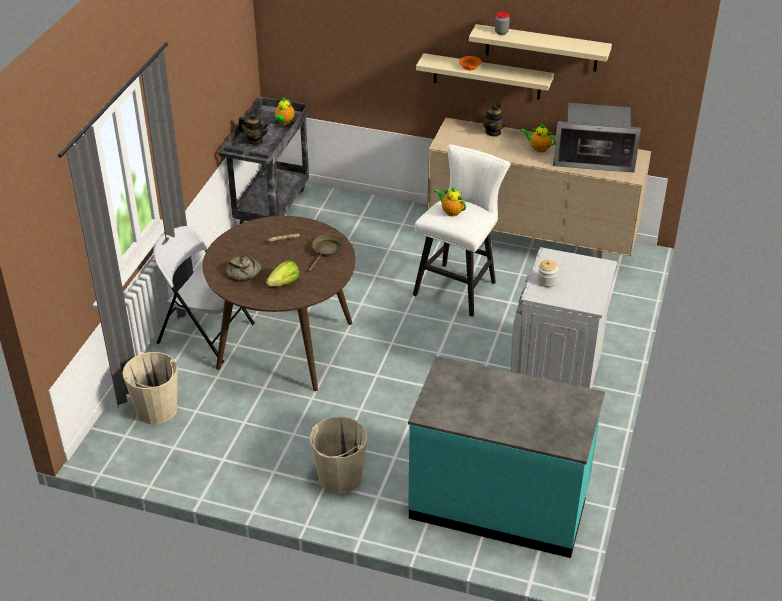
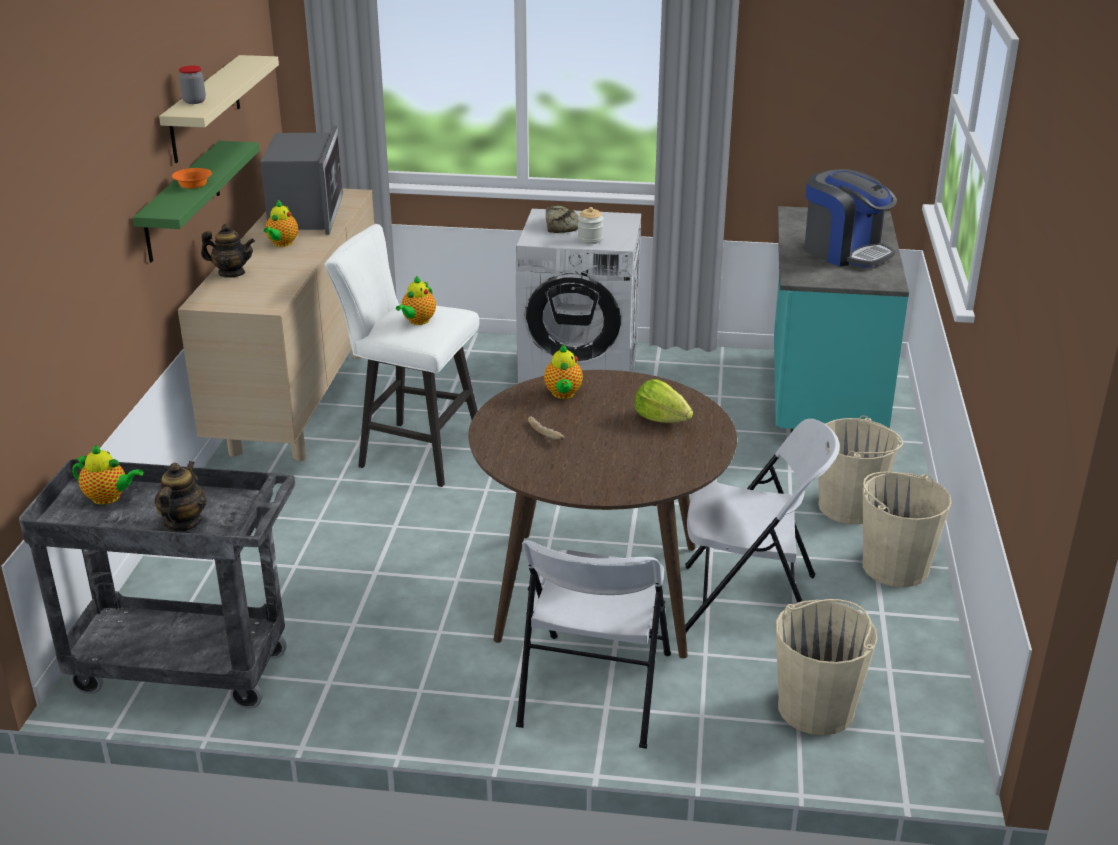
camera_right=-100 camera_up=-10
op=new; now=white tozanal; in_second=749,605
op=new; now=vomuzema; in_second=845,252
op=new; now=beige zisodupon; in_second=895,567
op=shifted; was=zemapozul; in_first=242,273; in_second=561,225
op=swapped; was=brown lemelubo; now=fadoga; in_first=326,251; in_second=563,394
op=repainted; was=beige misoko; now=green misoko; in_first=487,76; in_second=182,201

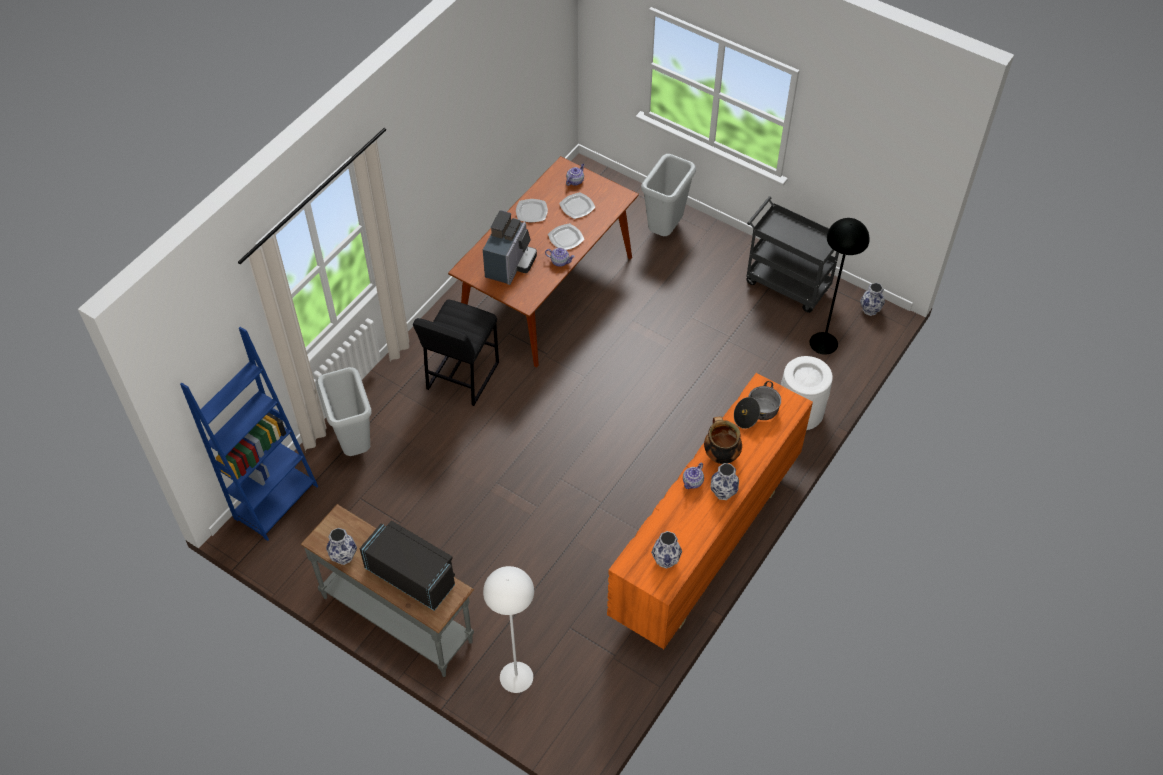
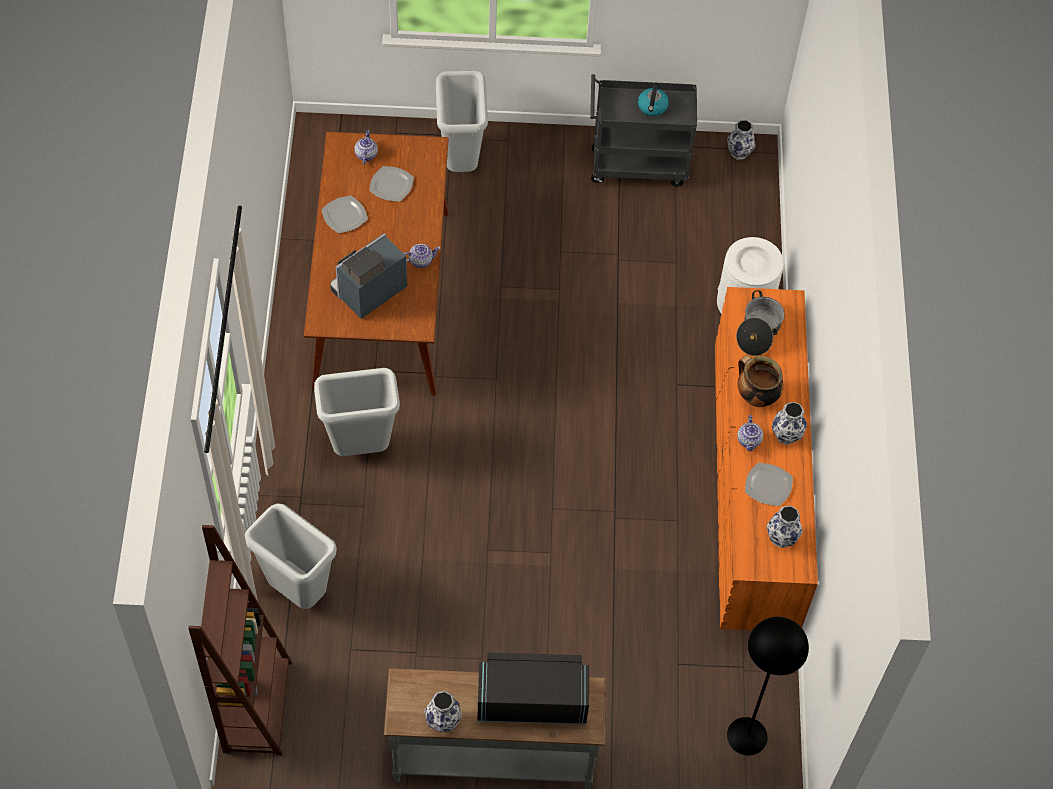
camera_right=-35 camera_up=5
op=gone; was=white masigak; in_first=516,677
op=new; now=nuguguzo; in_second=652,107
op=shifted; was=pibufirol; in_first=566,238; in_second=768,486
op=shifted; was=black masigak; in_first=823,343; in_second=747,736
op=swapped; was=black tozanal; now=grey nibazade; in_first=462,377; in_second=360,449
op=repainted; was=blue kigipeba; now=brown kigipeba; in_first=275,502; in_second=257,707
op=rotated; was=vomuzema; in_first=510,265; in_second=368,291; clockwise=-120

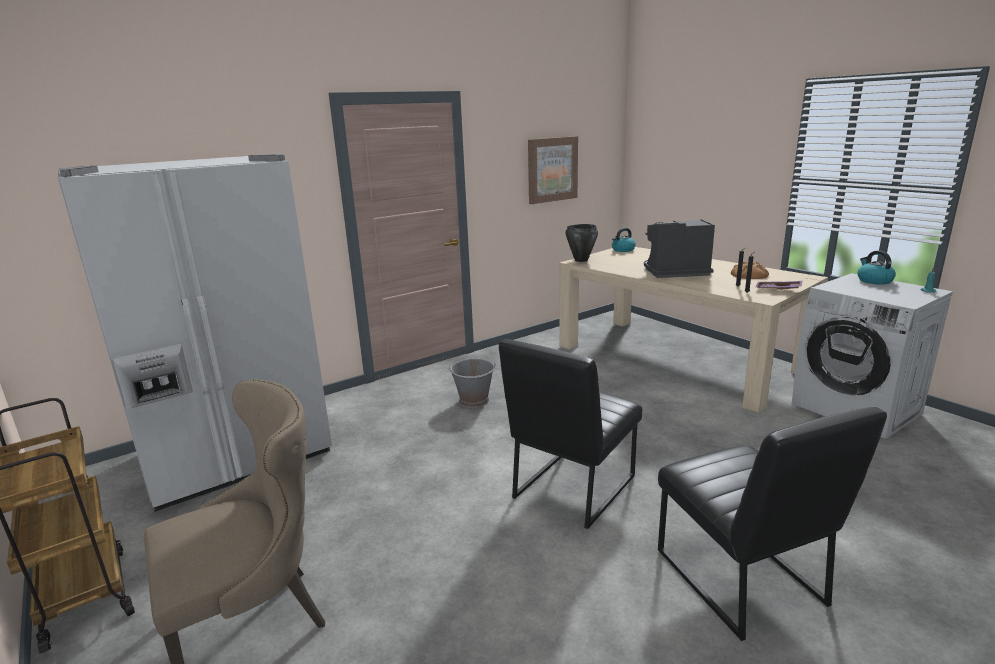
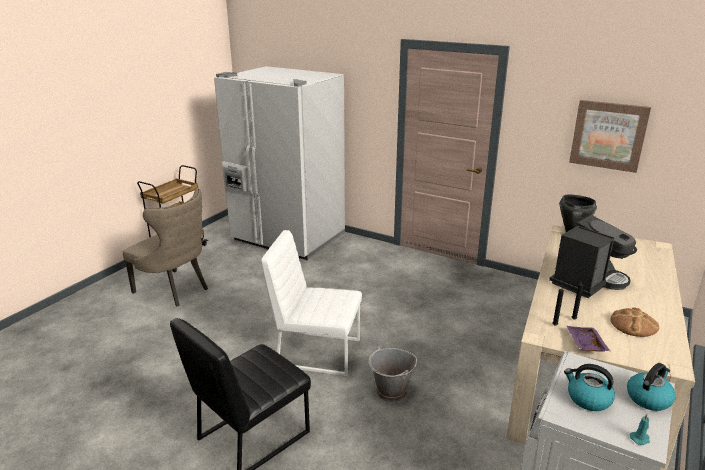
camera_right=65 camera_up=5
op=shifted; was=grey zisodupon; in_first=474,401; in_second=391,391
op=shifted; was=nuguguzo; in_first=623,250; in_second=588,399
op=repainted; was=black tozanal; now=white tozanal; in_first=571,488; in_second=316,351
op=rotated; was=vomuzema; in_first=674,272; in_second=587,281; clockwise=75

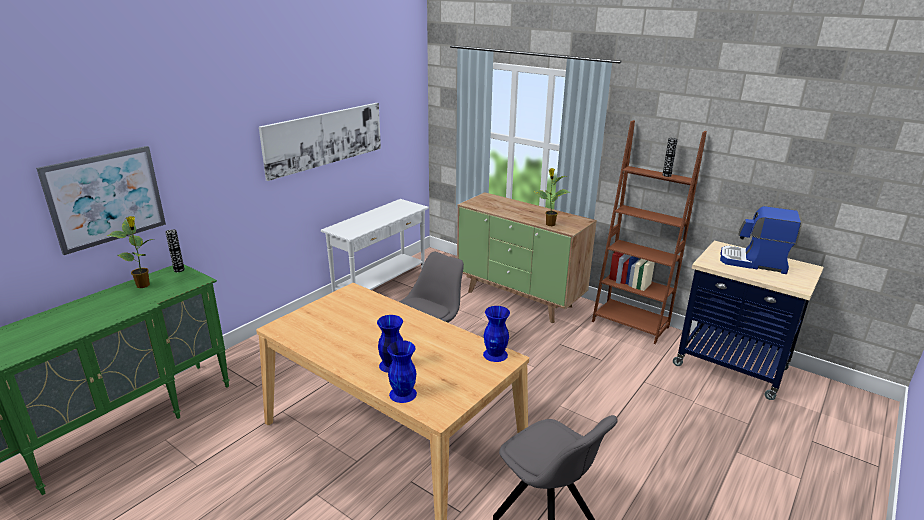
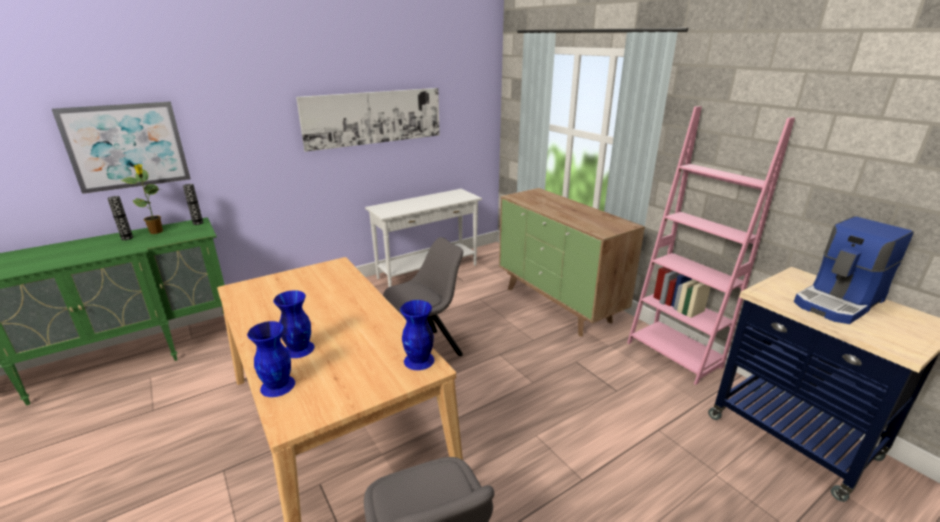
camera_right=20 camera_up=0
op=gone; was=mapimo; in_first=549,224
op=shifted; was=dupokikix; in_first=666,175; in_second=127,238
op=repainted; was=brown kigipeba; now=pink kigipeba; in_first=630,324; in_second=674,354
op=rotated; was=vomuzema; in_first=753,262; in_second=839,302; clockwise=-75

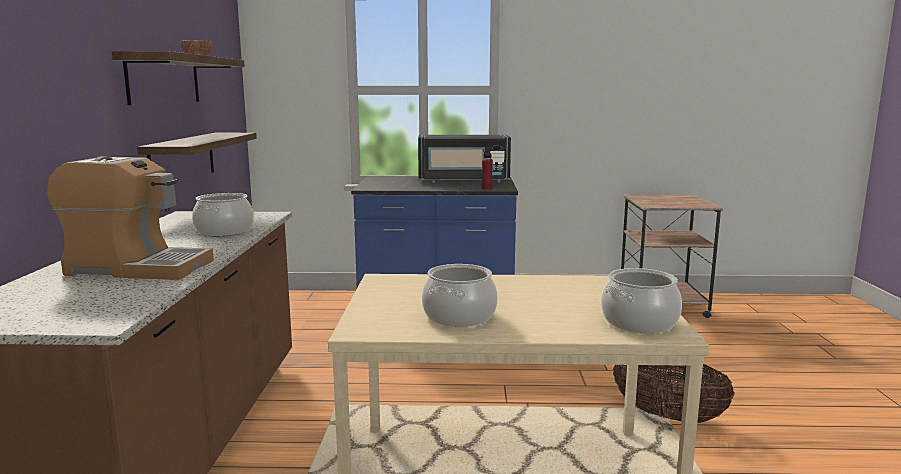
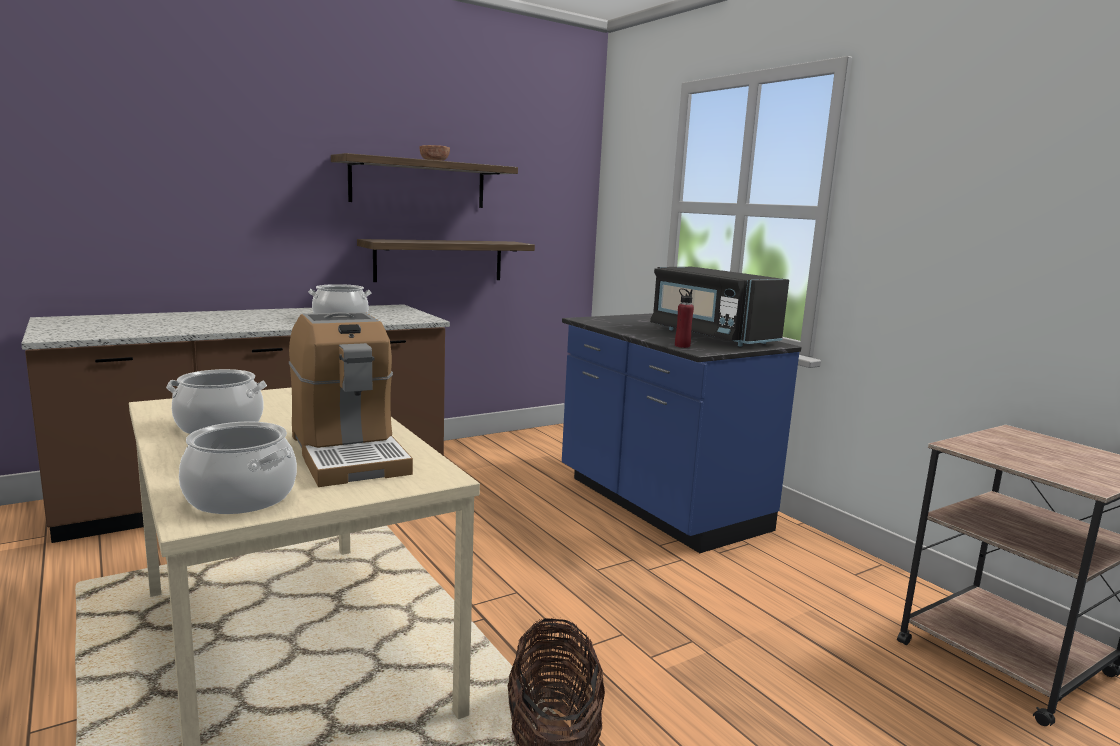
camera_right=55 camera_up=0
op=shifted; was=vomuzema; in_first=138,268; in_second=348,453

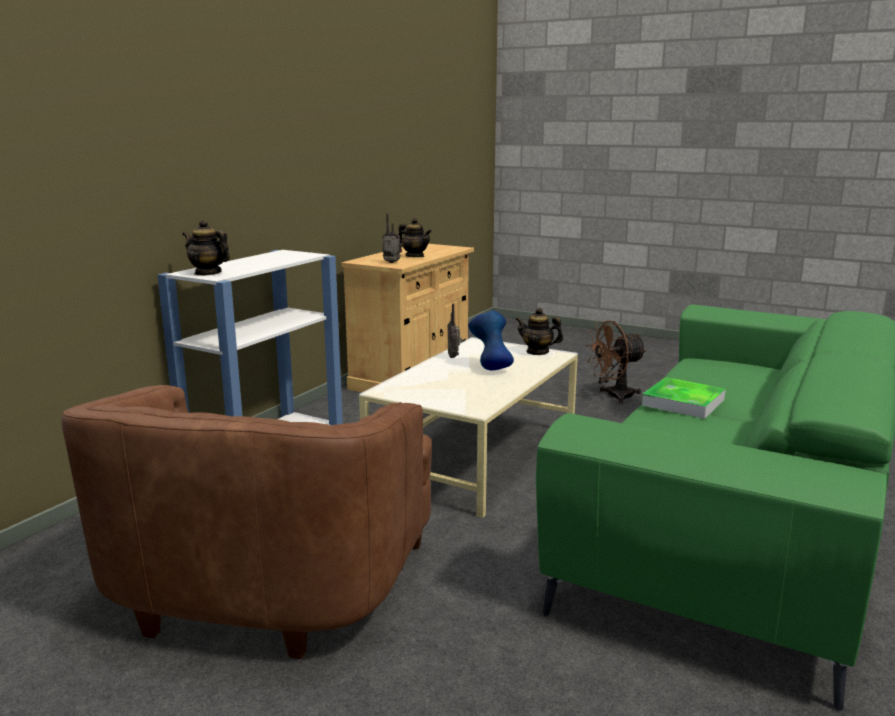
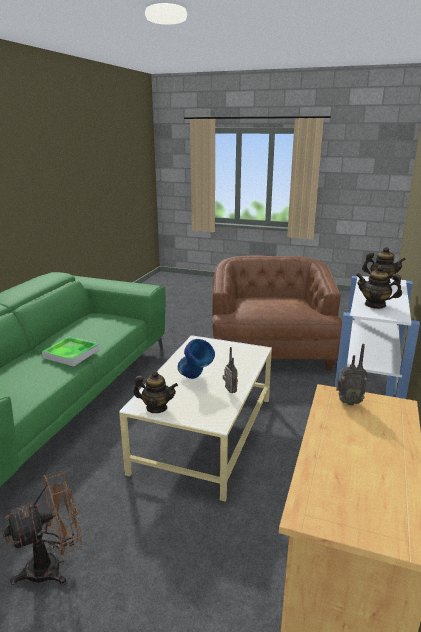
camera_right=170 camera_up=5
op=shifted; was=fadoga; in_first=415,256; in_second=375,305

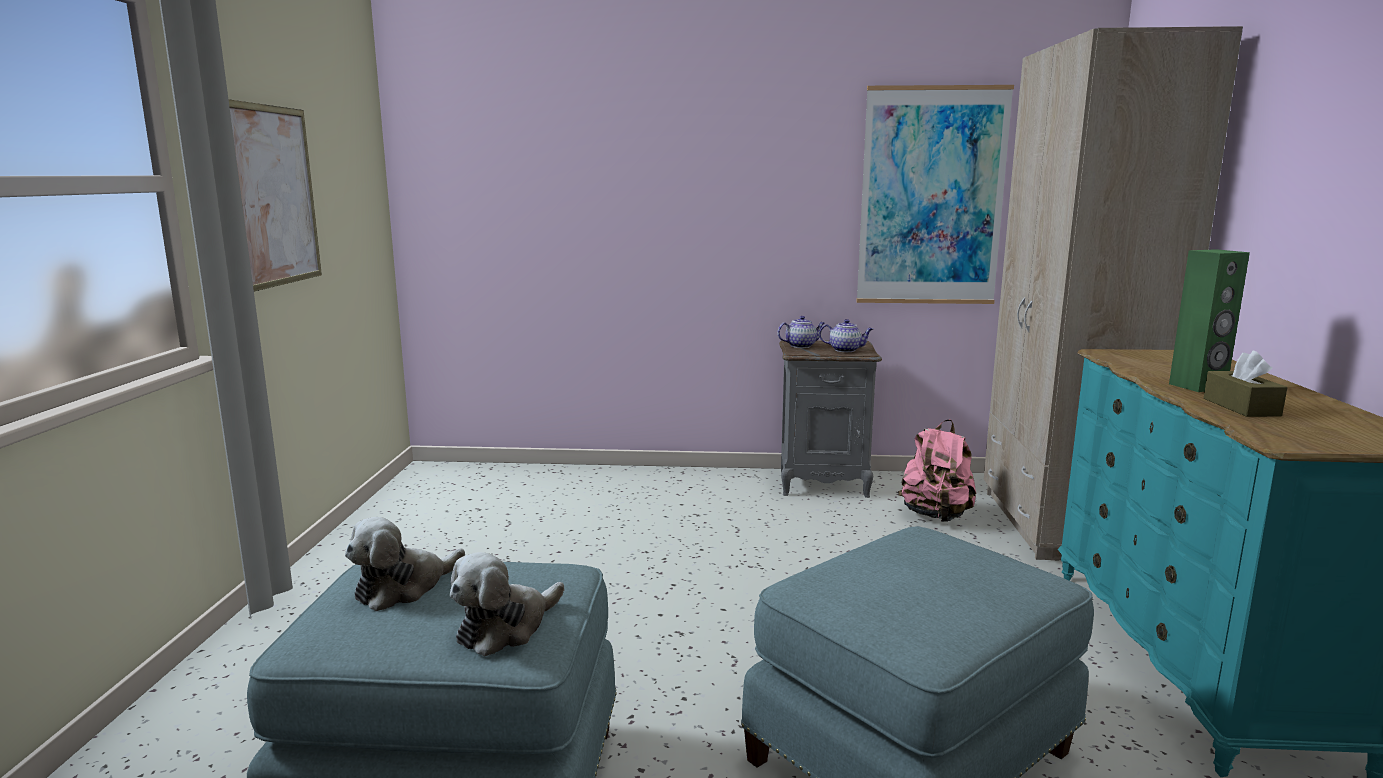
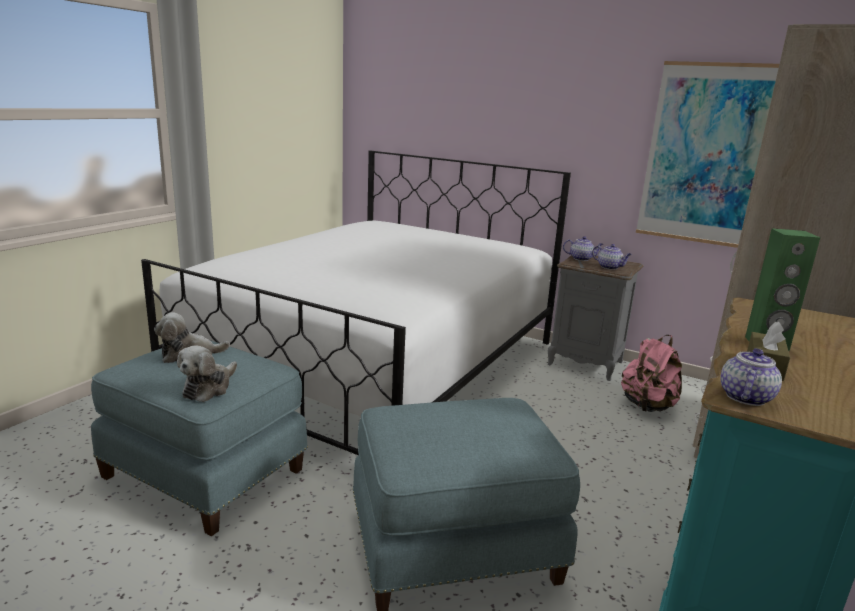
camera_right=25 camera_up=5
op=gone; was=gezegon; in_first=273,196
op=new; now=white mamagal; in_second=378,365
op=new; now=fadoga; in_second=745,396
op=rotated; was=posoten; in_first=506,628; in_second=209,388; clockwise=-45

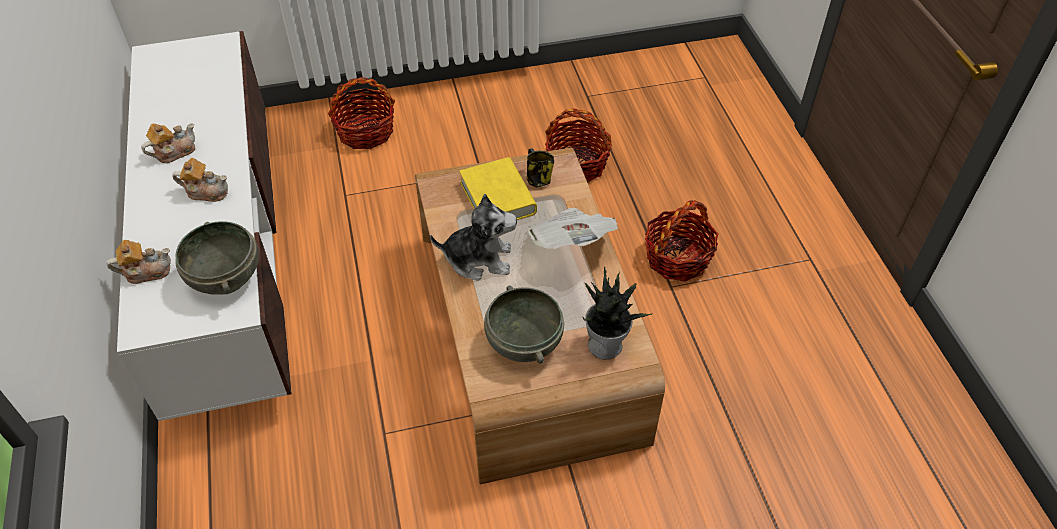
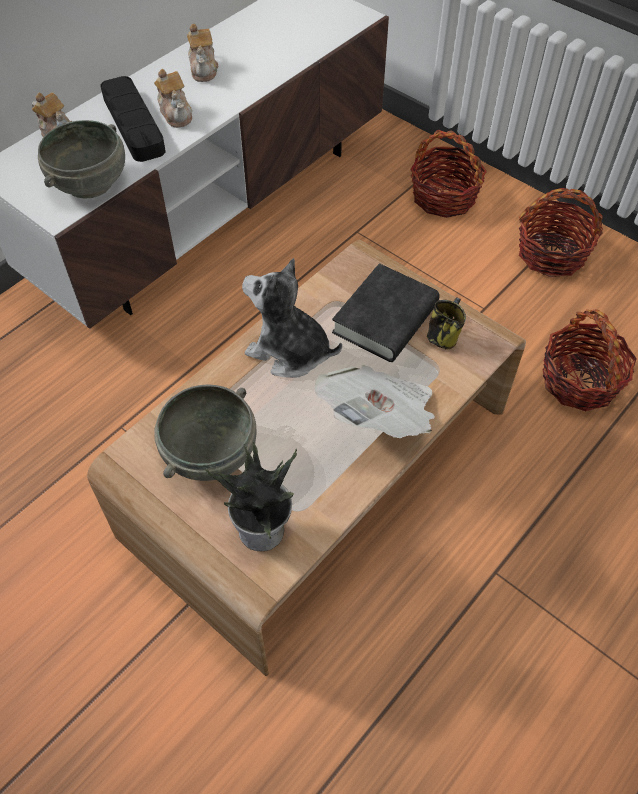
camera_right=55 camera_up=5
op=new; now=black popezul; in_second=133,124
op=shifted; was=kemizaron; in_first=677,258; in_second=551,254
op=repainted; was=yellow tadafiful; now=black tadafiful; in_first=498,198; in_second=385,319
op=rotated; was=fadoga; in_first=174,152; in_second=204,69; clockwise=60
op=rotated; was=posoten; in_first=478,259; in_second=289,351; clockwise=150

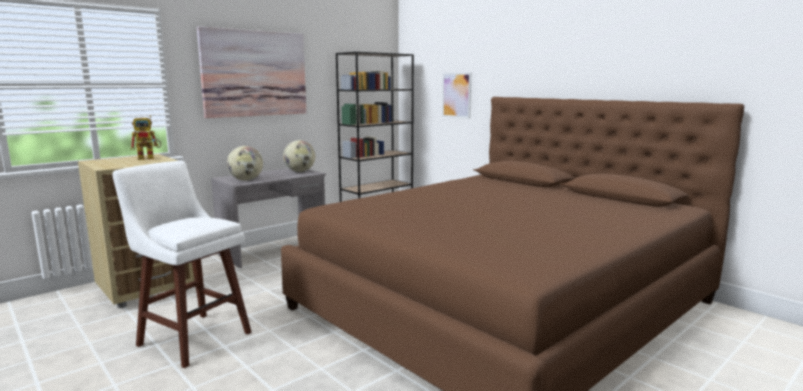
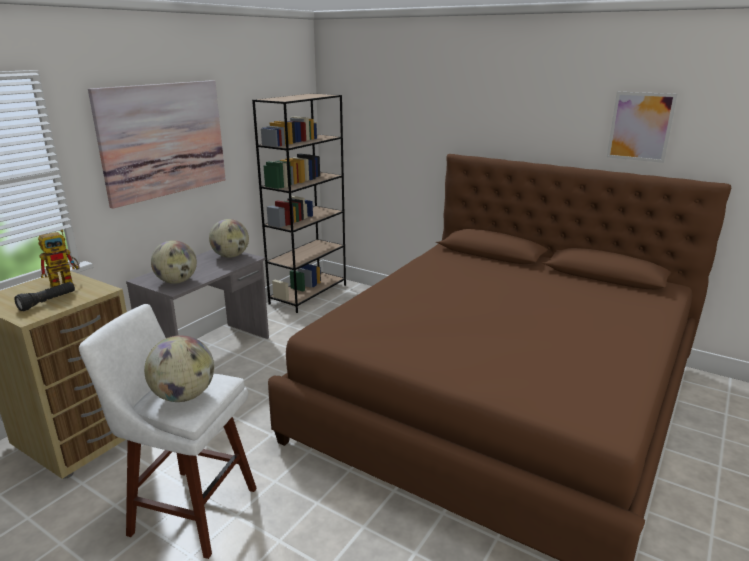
camera_right=-15 camera_up=10
op=new; now=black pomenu; in_second=48,302
op=new; now=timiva; in_second=184,396
op=shifted; was=gezegon; in_first=456,95; in_second=640,126

